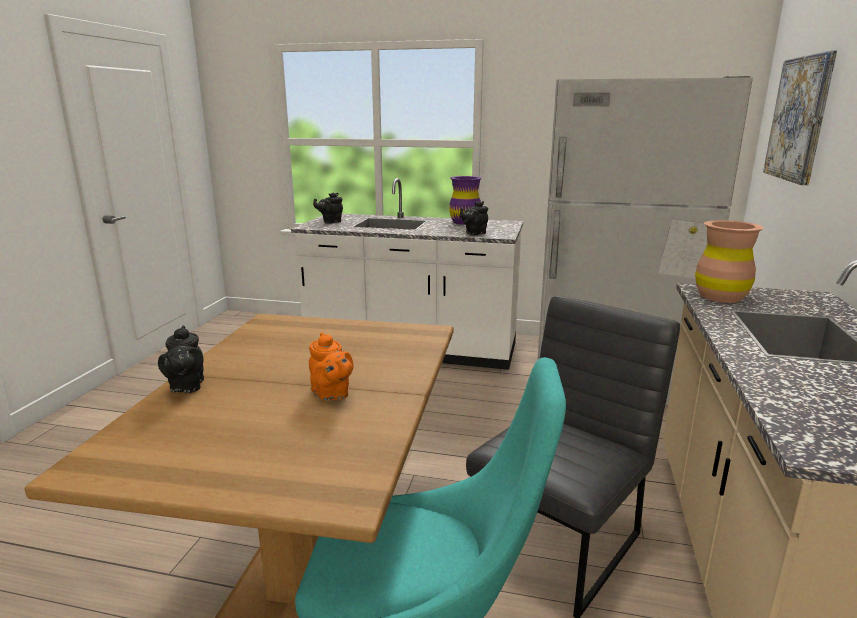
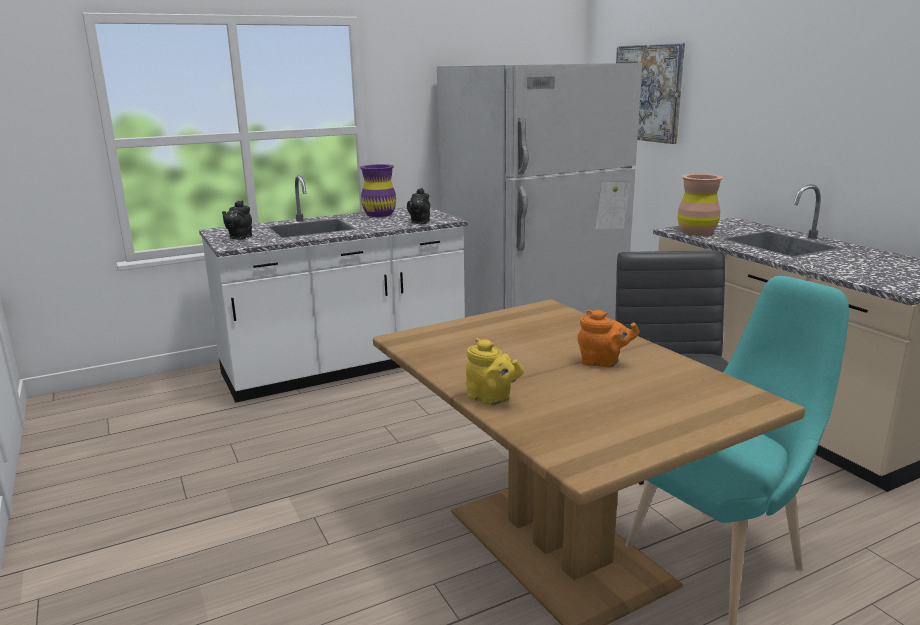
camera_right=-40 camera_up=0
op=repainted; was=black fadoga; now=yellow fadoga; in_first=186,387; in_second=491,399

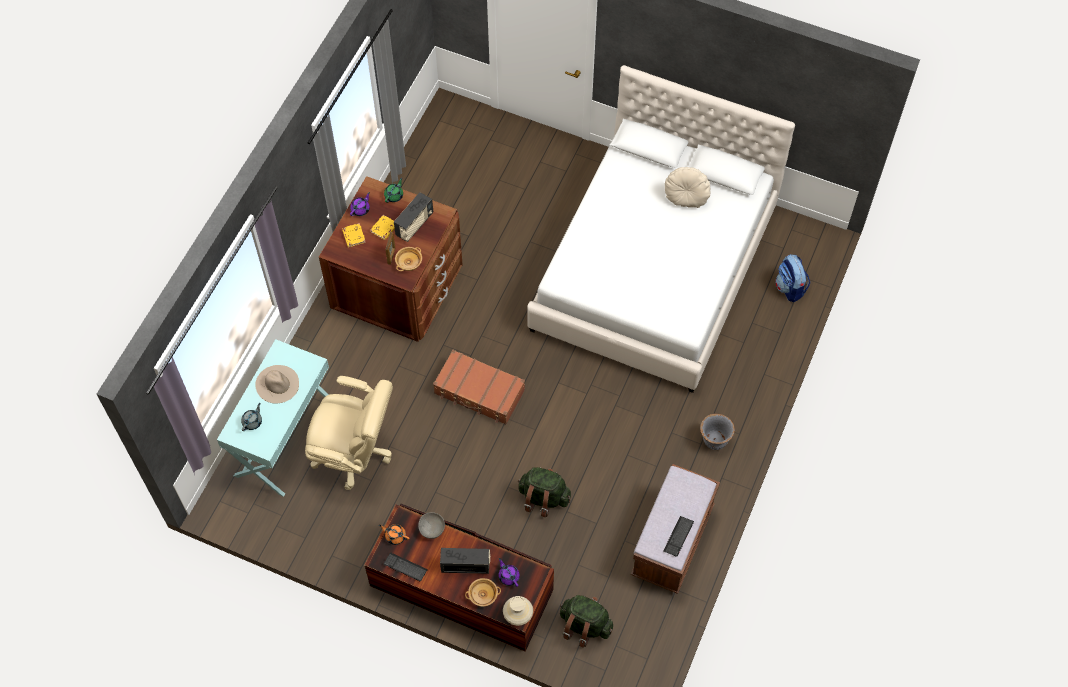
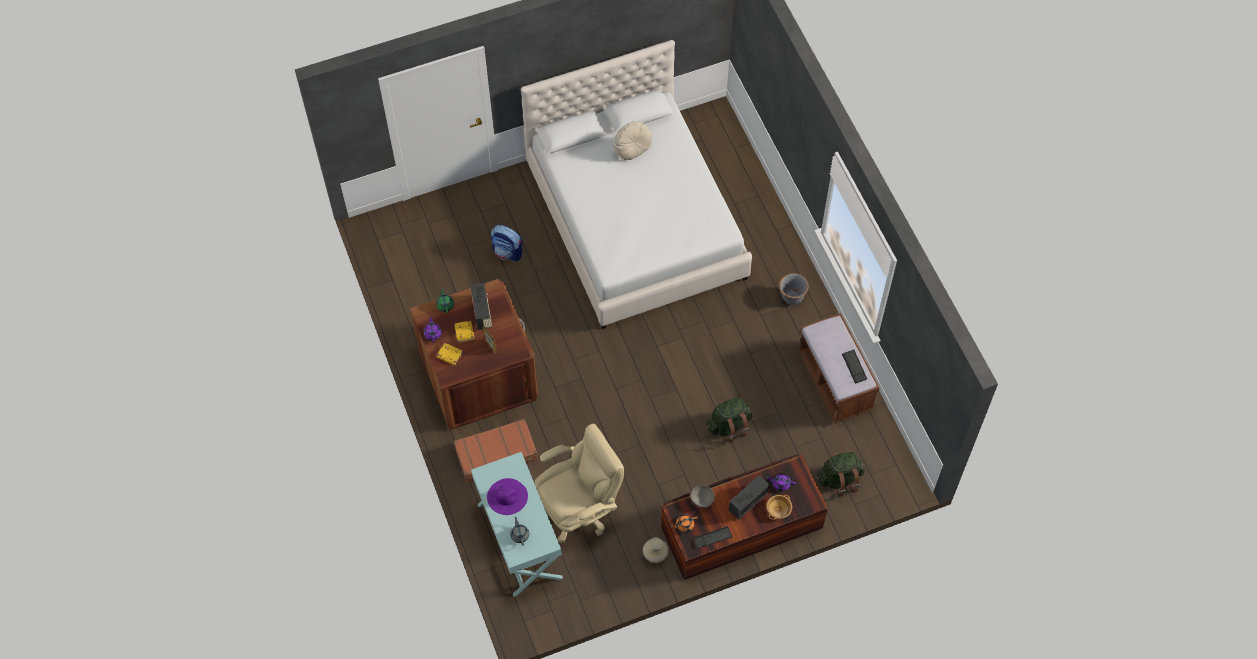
camera_right=-45 camera_up=0
op=gone; was=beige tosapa; in_first=409,263
op=shifted; was=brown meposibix; in_first=479,392; in_second=497,455
op=shifted; was=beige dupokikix; in_first=517,615; in_second=655,555
op=shifted; was=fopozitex; in_first=790,288; in_second=508,252
op=repainted; was=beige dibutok; now=purple dibutok; in_first=277,384; in_second=507,496

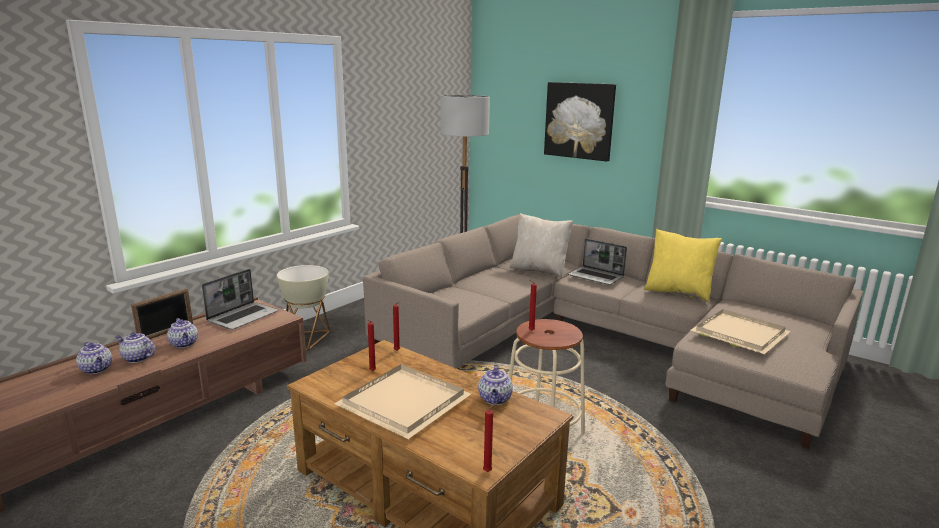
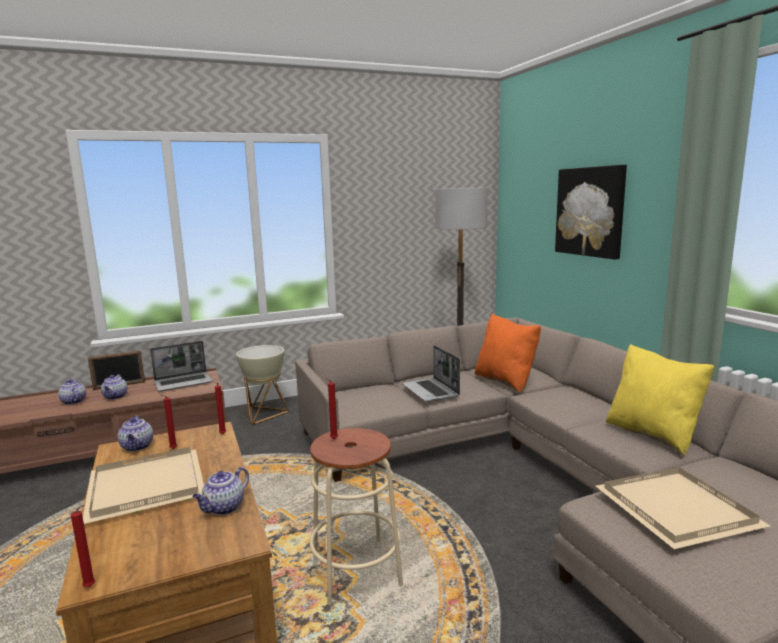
camera_right=30 camera_up=-5
op=shifted; was=fadoga; in_first=97,369; in_second=137,447
op=shifted; was=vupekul; in_first=596,277; in_second=431,391
op=repainted; was=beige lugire; now=orange lugire; in_first=539,270; in_second=505,381

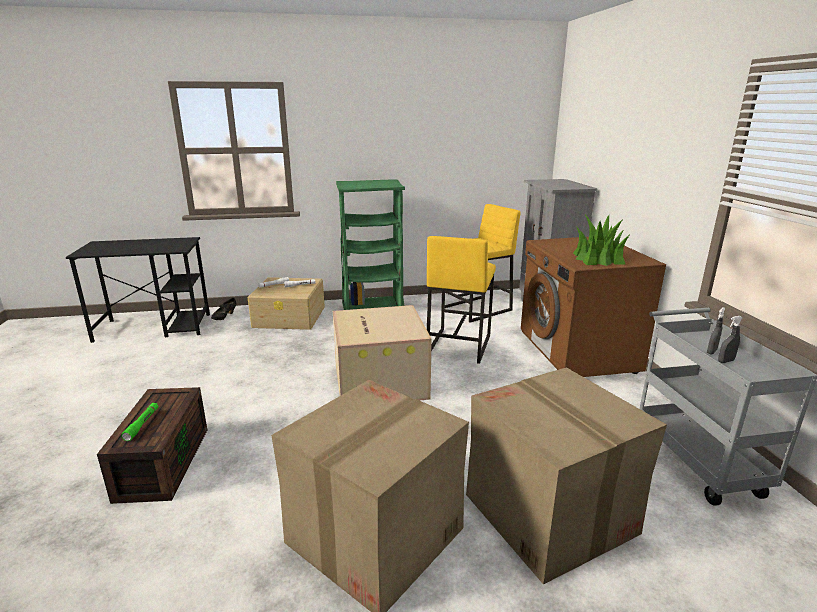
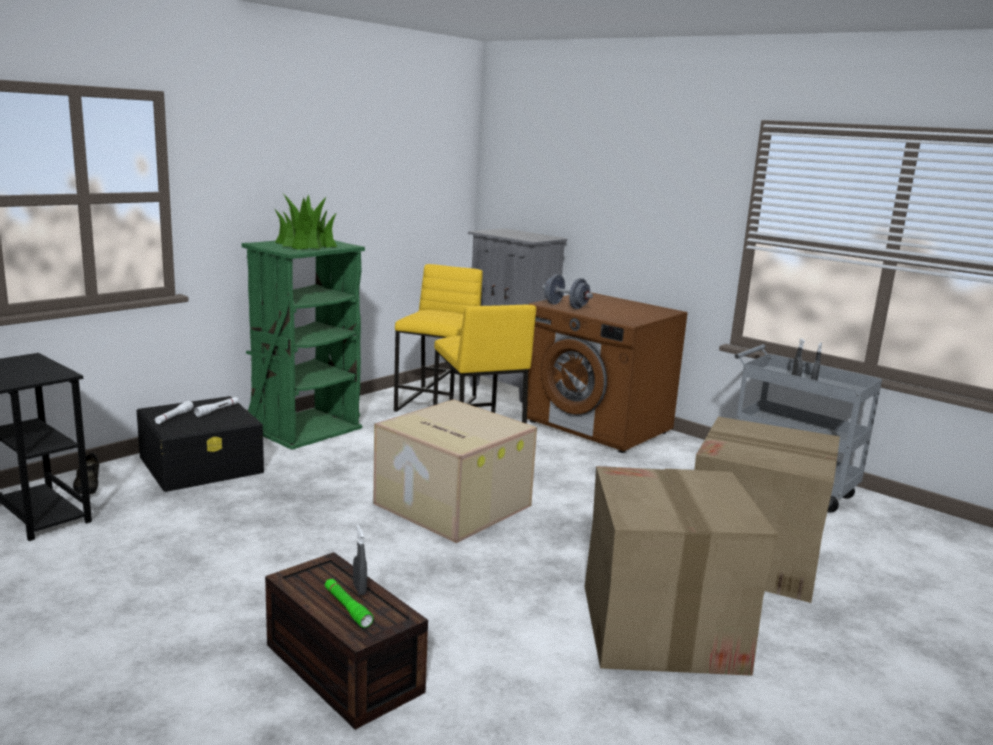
camera_right=-40 camera_up=-5
op=new; now=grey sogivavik; in_second=359,589
op=new; now=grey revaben; in_second=565,306
op=shifted; was=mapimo; in_first=597,258; in_second=305,244
op=repainted; was=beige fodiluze; now=black fodiluze; in_first=290,317; in_second=202,464

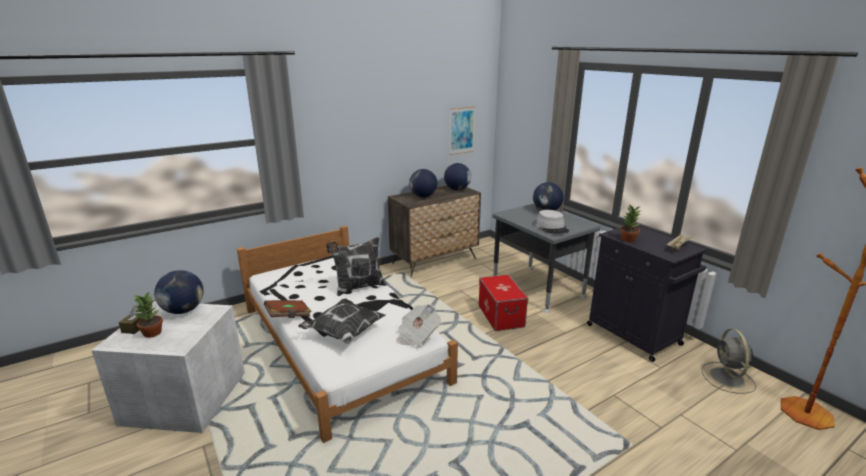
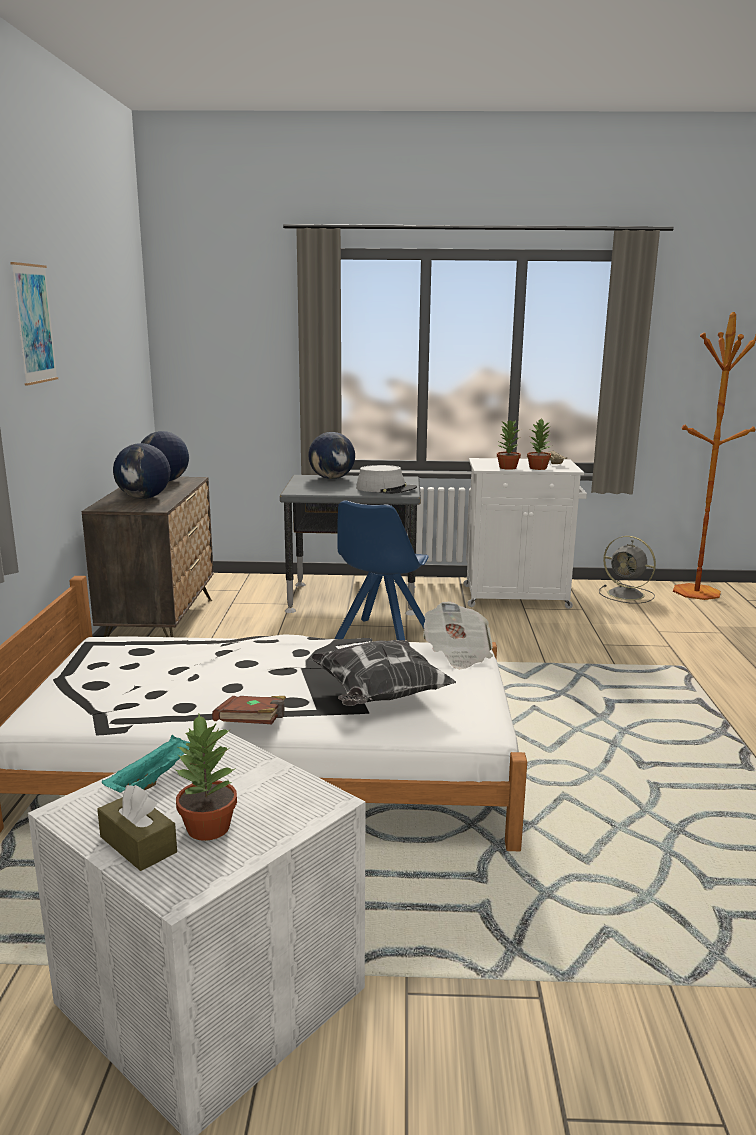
camera_right=-55 camera_up=-5
op=gone; was=lugire; in_first=358,287
op=new; now=mapimo; in_second=538,468
op=shifted; was=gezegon; in_first=461,130; in_second=34,324
op=swapped; was=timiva; now=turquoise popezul; in_first=183,310; in_second=154,779
op=swapped; was=fodiluze; now=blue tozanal; in_first=500,316; in_second=381,638
op=repainted; was=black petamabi; now=white petamabi; in_first=635,335; in_second=518,597

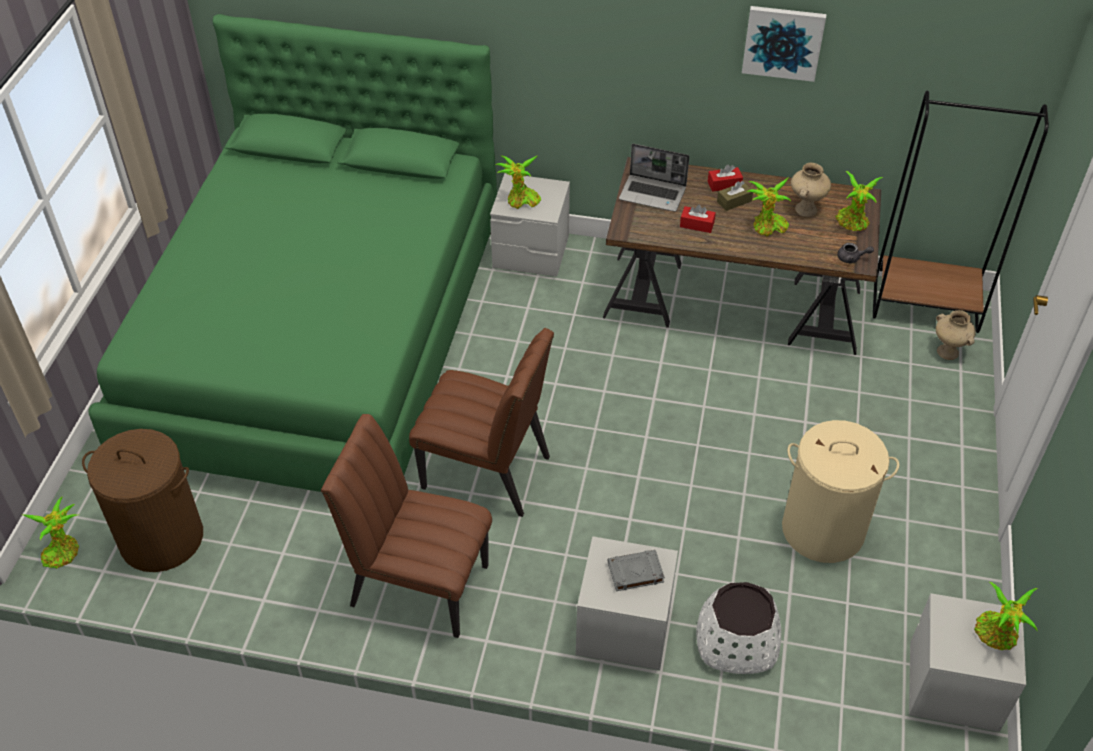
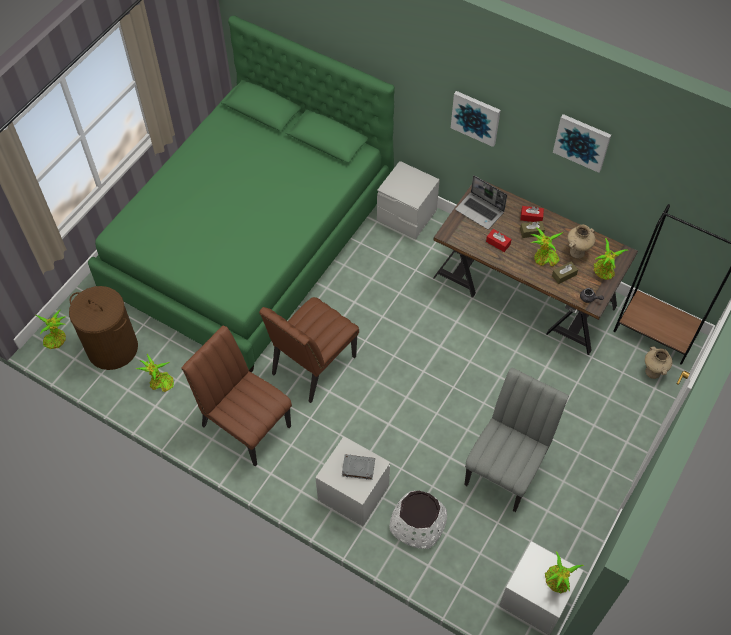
camera_right=20 camera_up=10
op=new; now=gezegon; in_second=476,117
op=new; now=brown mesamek; in_second=564,275
op=shifted; was=mapimo; in_first=521,201; in_second=160,383
op=swapped; was=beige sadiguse; now=grey tozanal; in_first=823,529; in_second=506,469
op=rotated; was=brown tozanal; in_first=485,472; in_second=314,364; clockwise=90

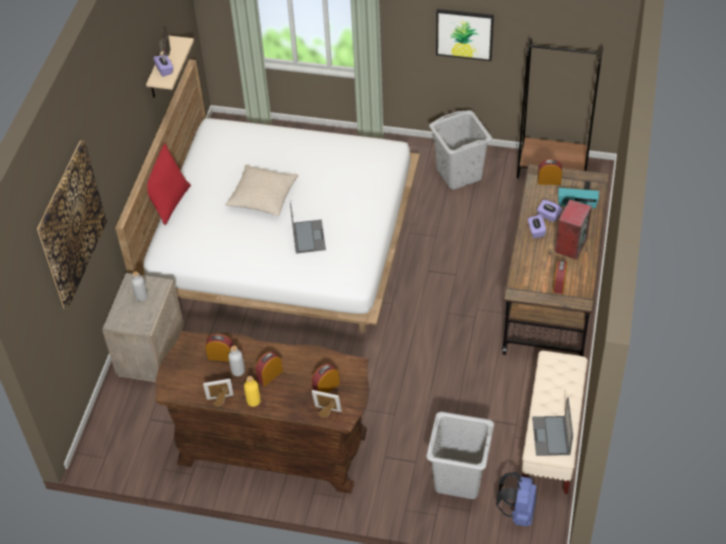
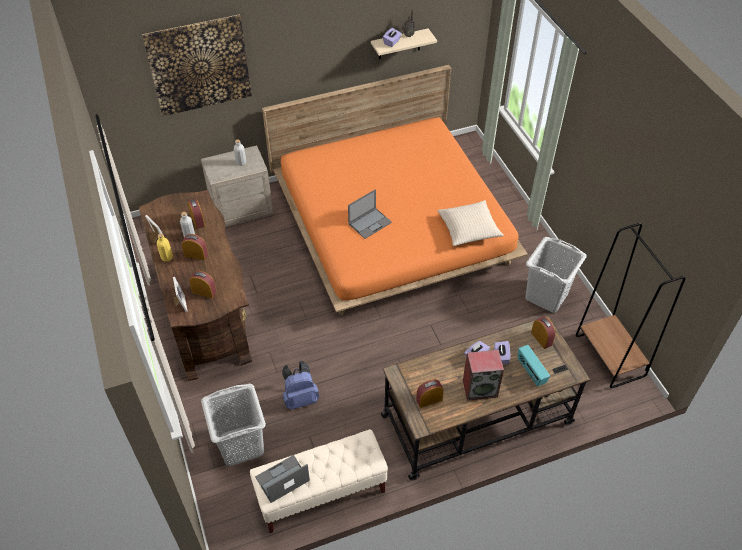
camera_right=55 camera_up=0
op=gone; was=red lugire; in_first=169,202
op=gone; was=gezegon; in_first=464,34
op=shifted; was=beige lugire; in_first=263,196; in_second=469,228
op=shifted; was=blue fopozitex; in_first=518,512; in_second=300,398
op=repainted; was=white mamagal; now=orange mamagal; in_first=284,238; in_second=393,225

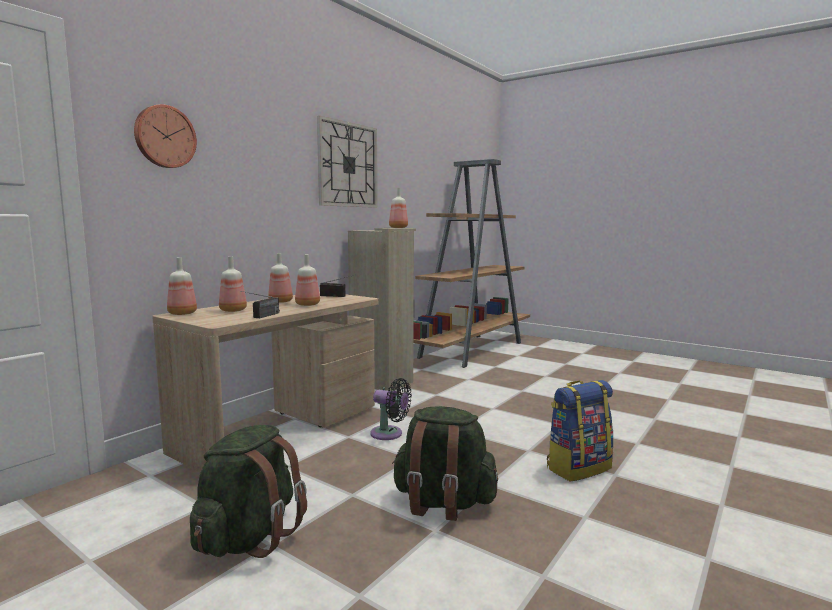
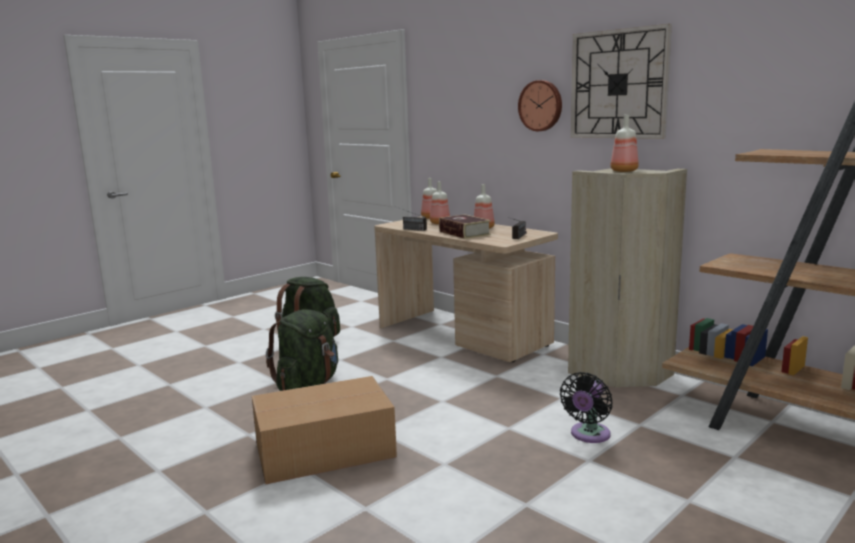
camera_right=100 camera_up=5
op=shifted; was=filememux; in_first=164,137; in_second=541,105
op=shifted; was=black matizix; in_first=389,434; in_second=588,435
op=swapped; was=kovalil; now=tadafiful; in_first=306,304; in_second=464,233
op=swapped; was=fopozitex; now=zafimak; in_first=578,467; in_second=327,450

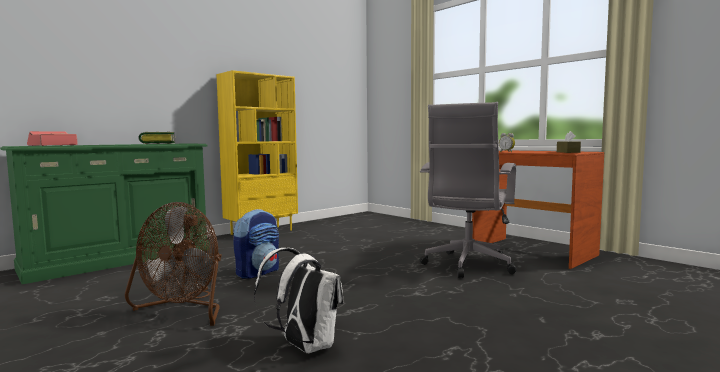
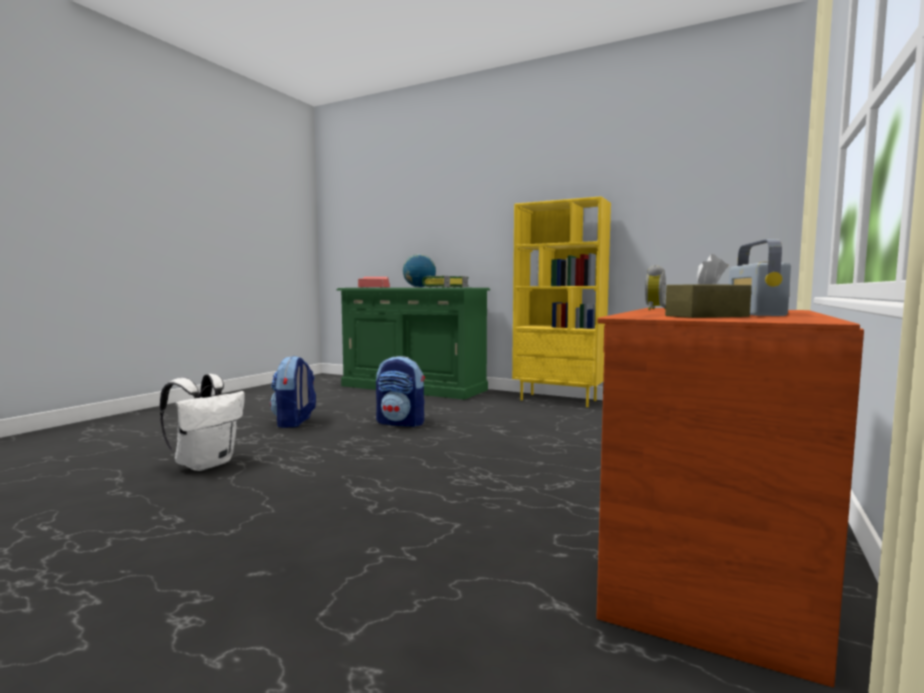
camera_right=70 camera_up=0
op=gone; was=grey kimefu; in_first=467,266
op=new; now=timiva; in_second=419,287
op=new; now=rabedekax; in_second=754,313
op=swapped; was=brown matizix; now=fopozitex; in_first=184,309; in_second=295,422

